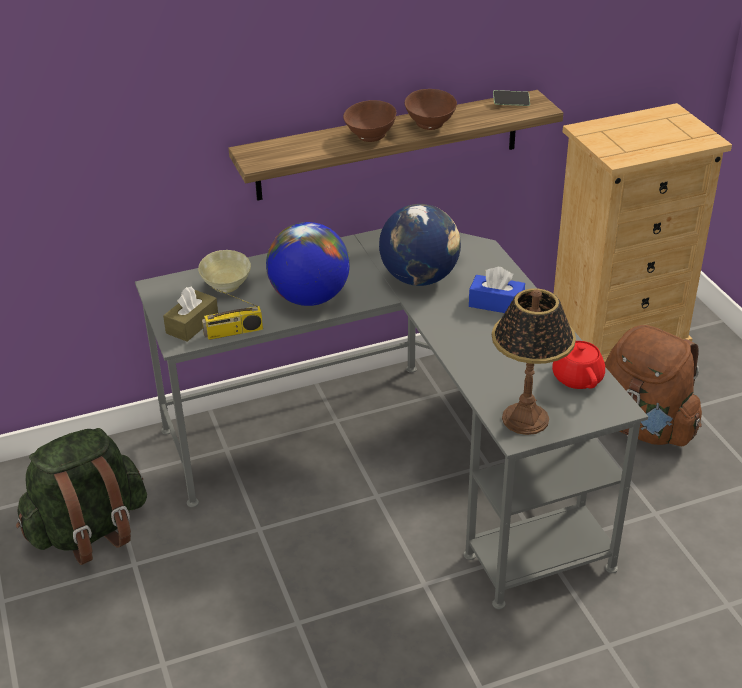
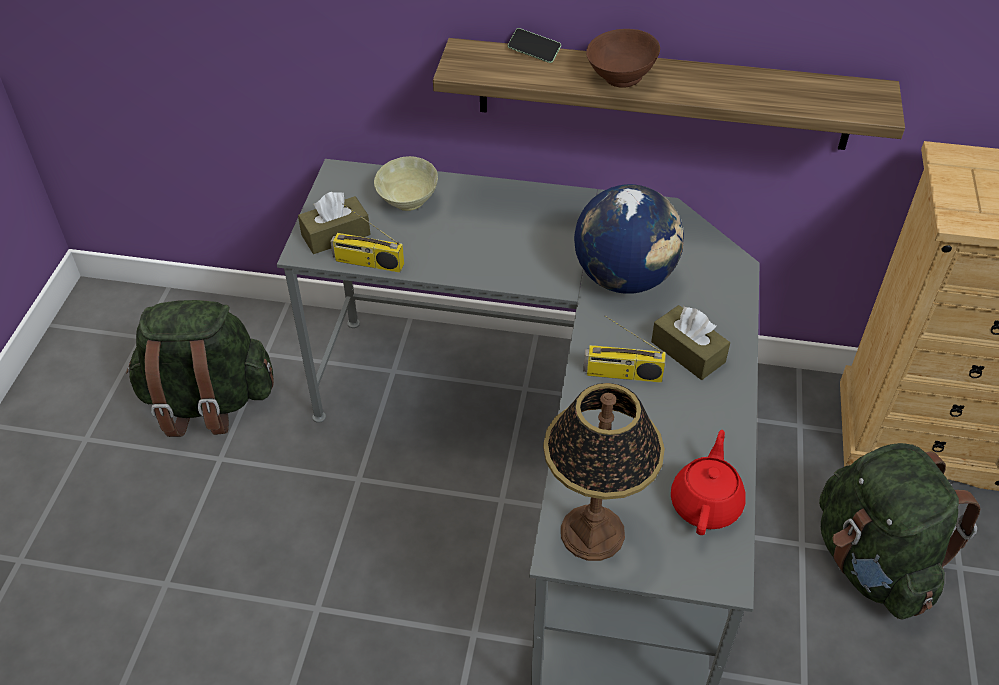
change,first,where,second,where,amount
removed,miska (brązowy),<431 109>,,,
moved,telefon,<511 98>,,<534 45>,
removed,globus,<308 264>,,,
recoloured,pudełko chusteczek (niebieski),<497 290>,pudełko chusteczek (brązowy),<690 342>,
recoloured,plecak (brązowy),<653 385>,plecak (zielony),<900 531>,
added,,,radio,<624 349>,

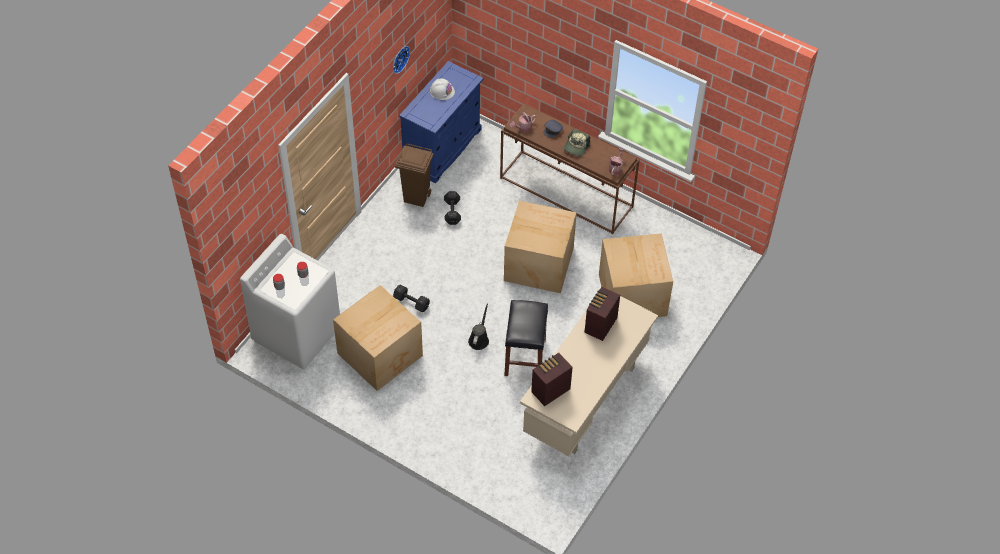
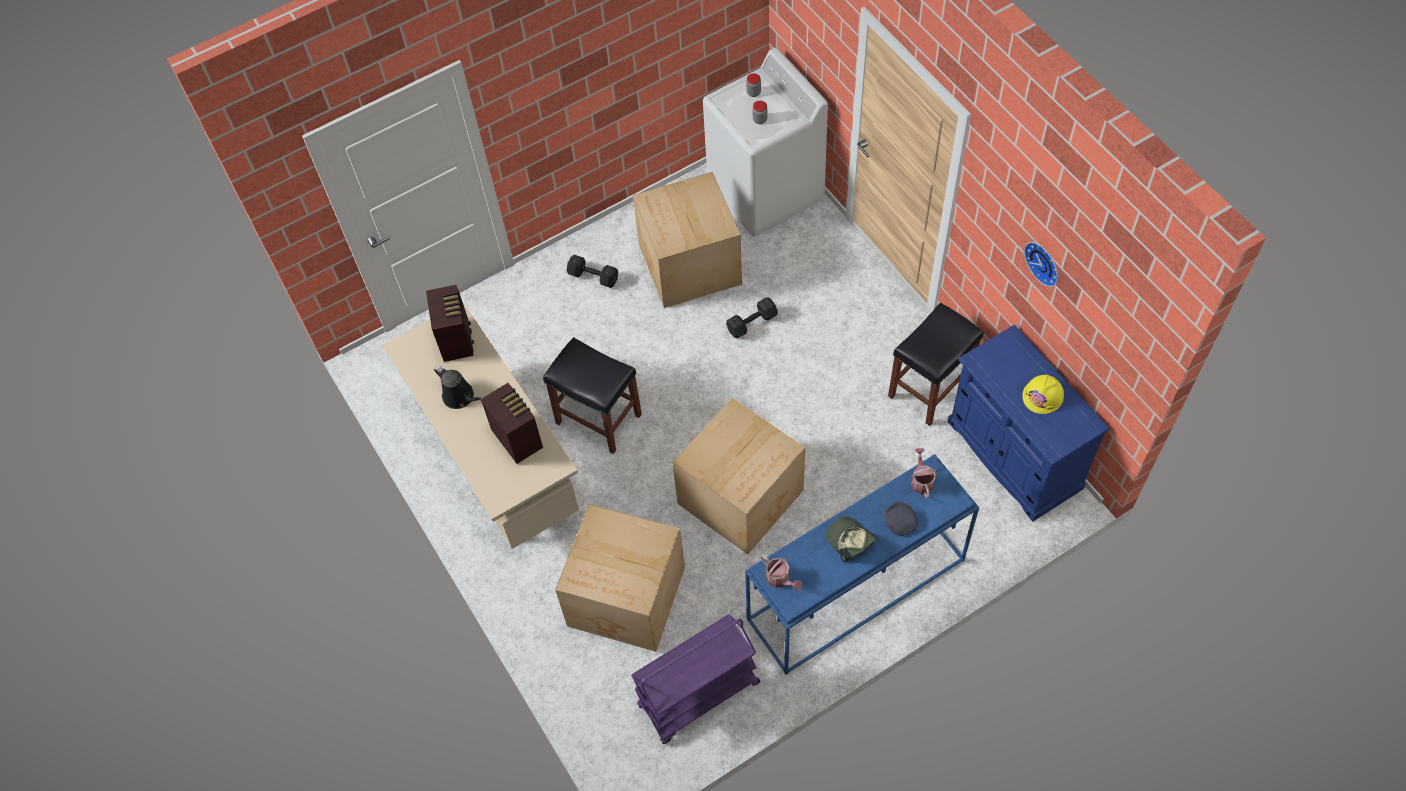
change,first,where,second,where,amount
recoloured,kask (biały),<442 89>,kask (żółty),<1043 394>,
recoloured,stolik konsolowy (brązowy),<570 169>,stolik konsolowy (niebieski),<862 564>,
replaced,kosz na śmieci (brązowy),<414 175>,stołek (czarny),<935 364>,
moved,hantel (czarny),<452 208>,,<592 271>,
moved,konewka (czarny),<478 327>,,<458 387>,
added,,,wózek (fioletowy),<695 679>,

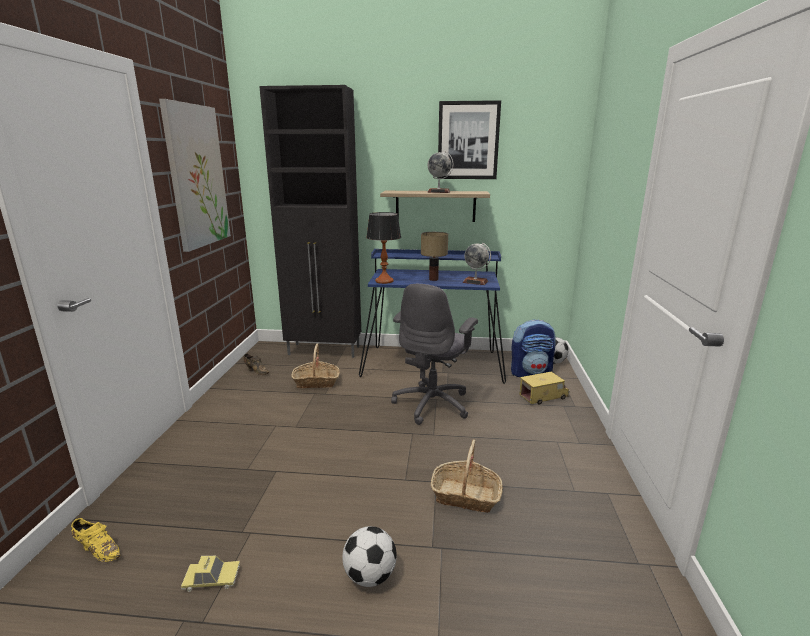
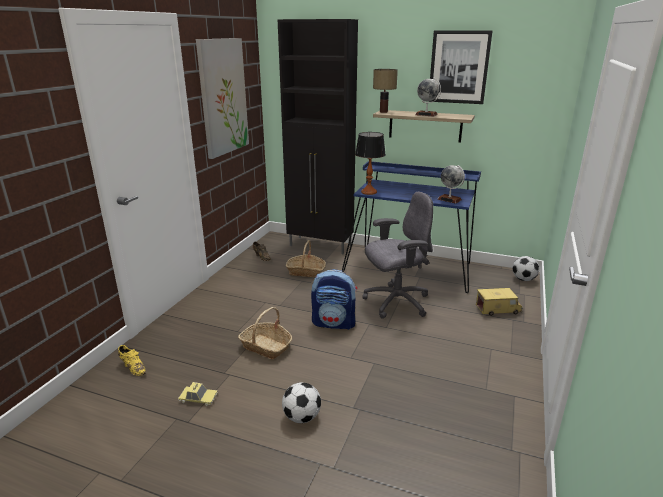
change,first,where,second,where,amount
moved,lampa stołowa,<434 256>,,<385 91>,
turned,krzesło biurowe (szary),<434 354>,,<397 255>,150 degrees counterclockwise
moved,plecak,<533 348>,,<334 299>,
moved,koszyk,<467 476>,,<265 333>,

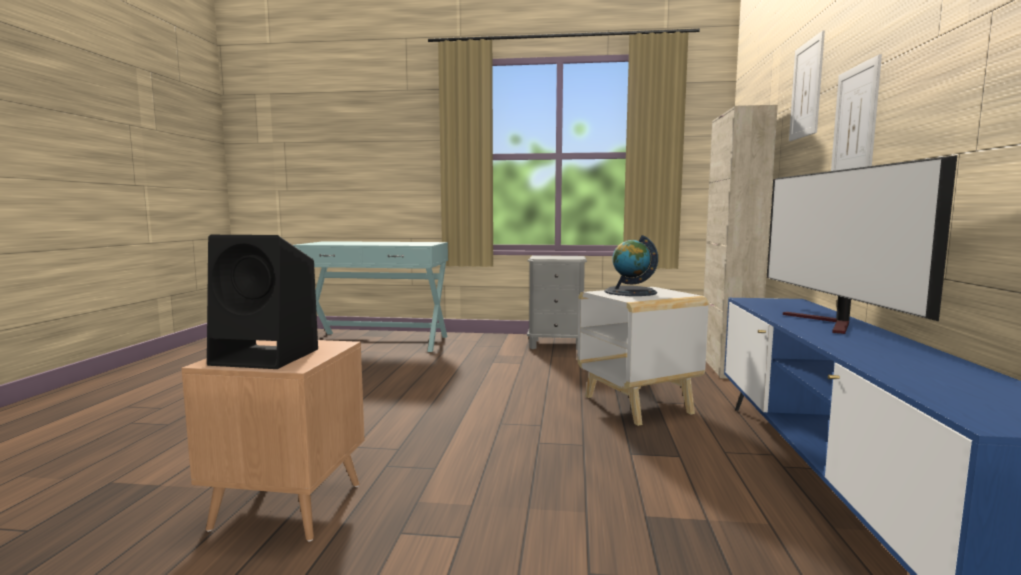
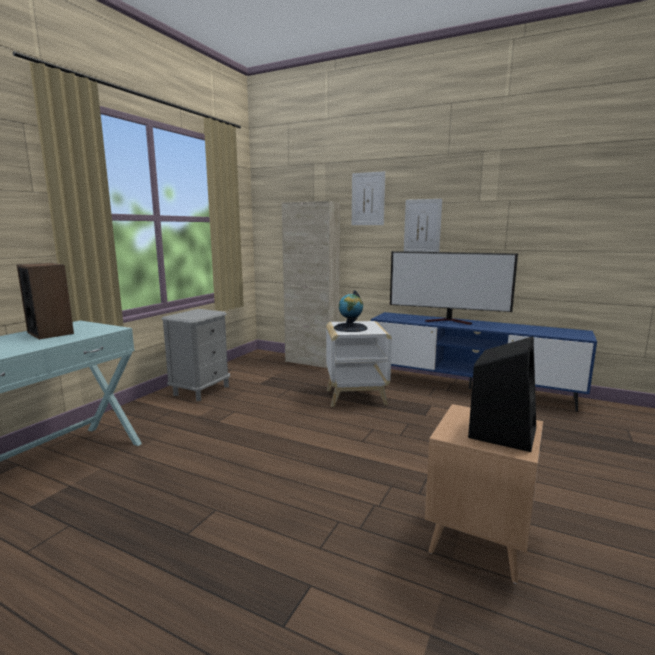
change,first,where,second,where,amount
added,,,głośnik,<45 301>,

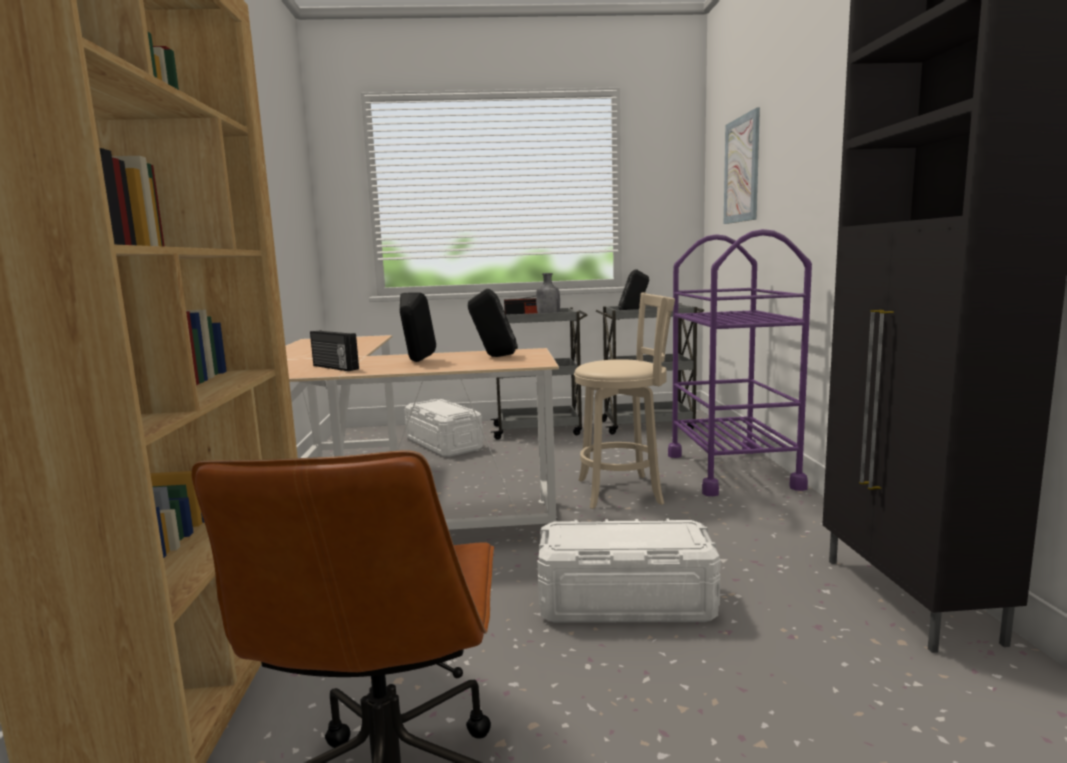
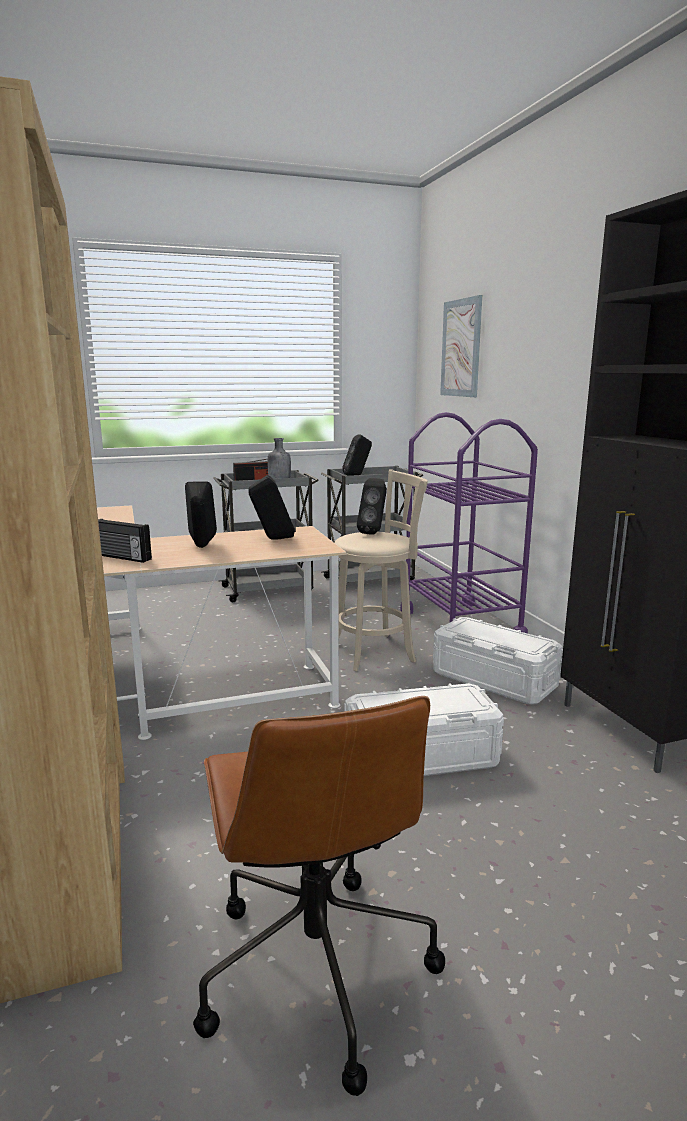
change,first,where,second,where,amount
moved,pojemnik do przechowywania (biały),<443 428>,,<498 660>,
added,,,głośnik (czarny),<372 506>,

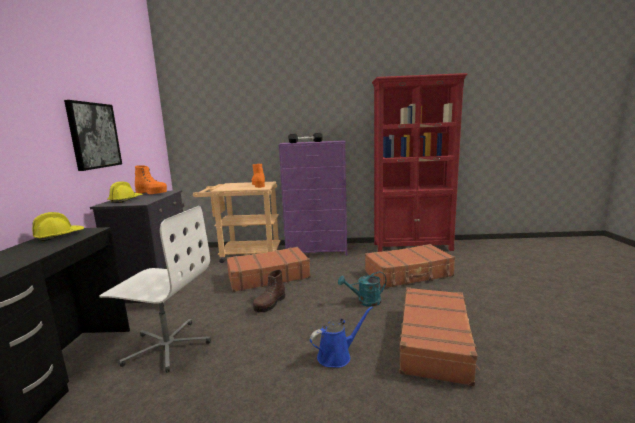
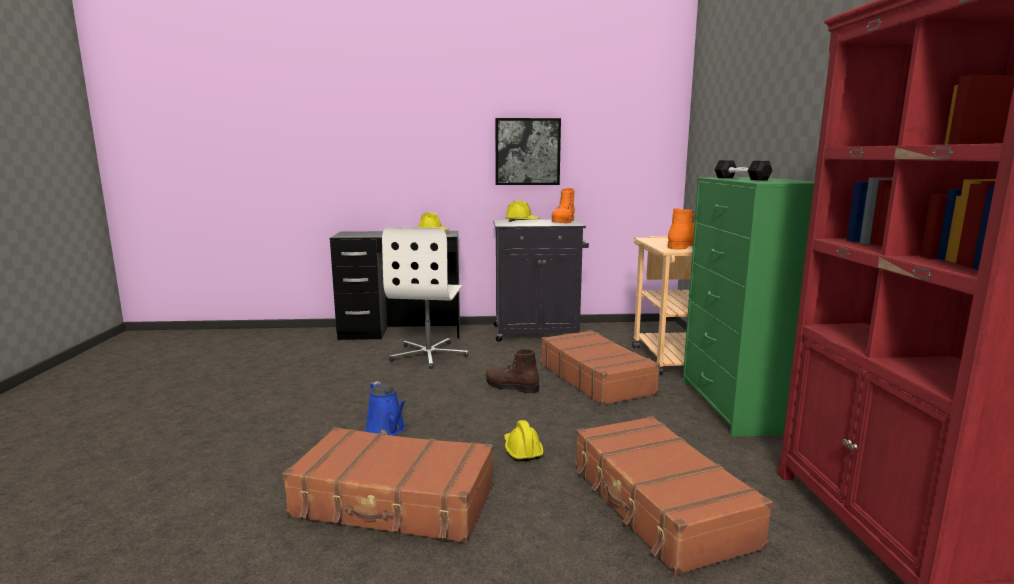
change,first,where,second,where,amount
recoloured,komoda (fioletowy),<312 198>,komoda (zielony),<748 307>,
replaced,konewka (turkusowy),<362 289>,kask (żółty),<524 440>,

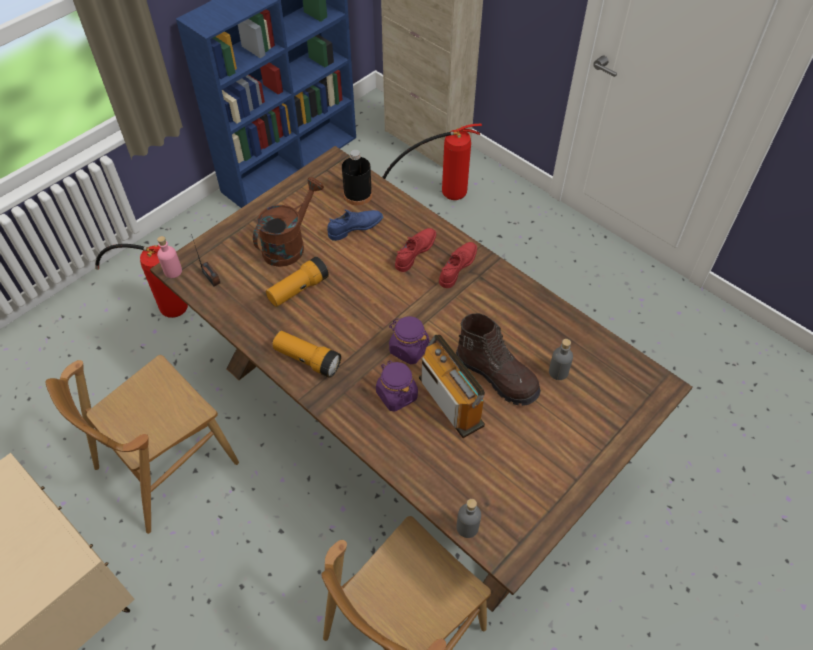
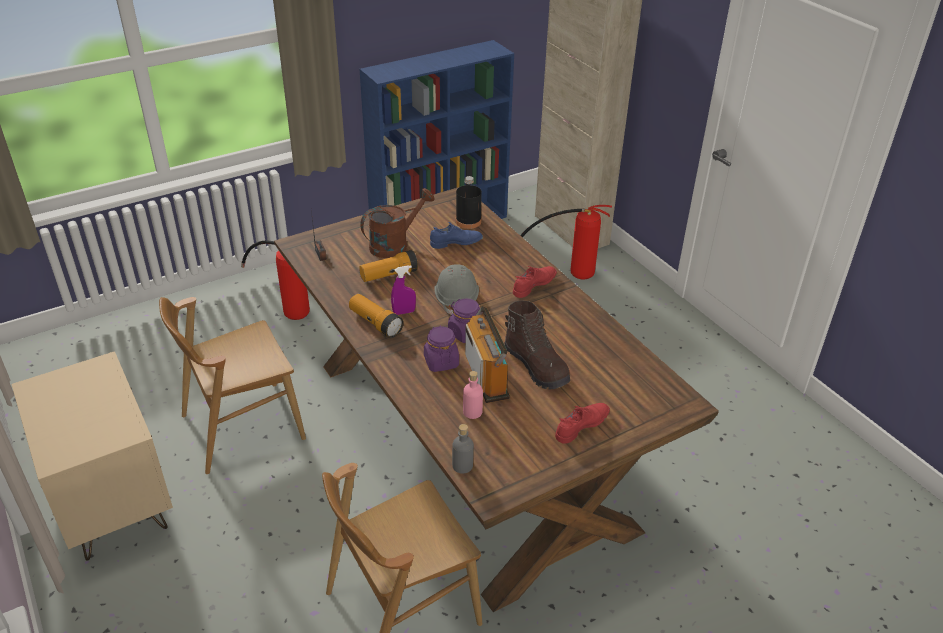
change,first,where,second,where,amount
moved,but (czerwony),<415 250>,,<582 423>,
moved,butelka (różowy),<169 257>,,<473 395>,
removed,butelka (szary),<561 359>,,,
added,,,kask (szary),<456 289>,
added,,,spryskiwacz (fioletowy),<403 290>,

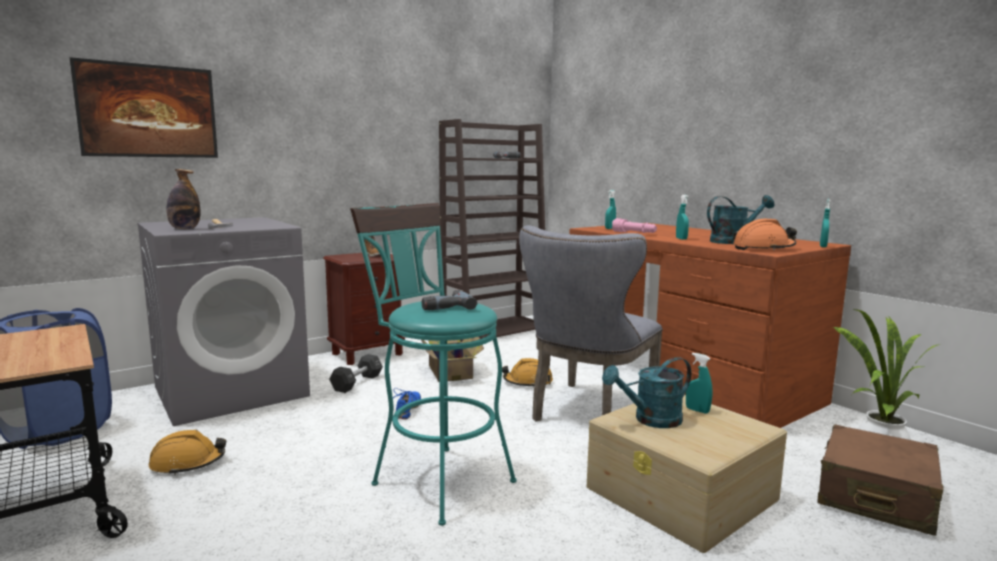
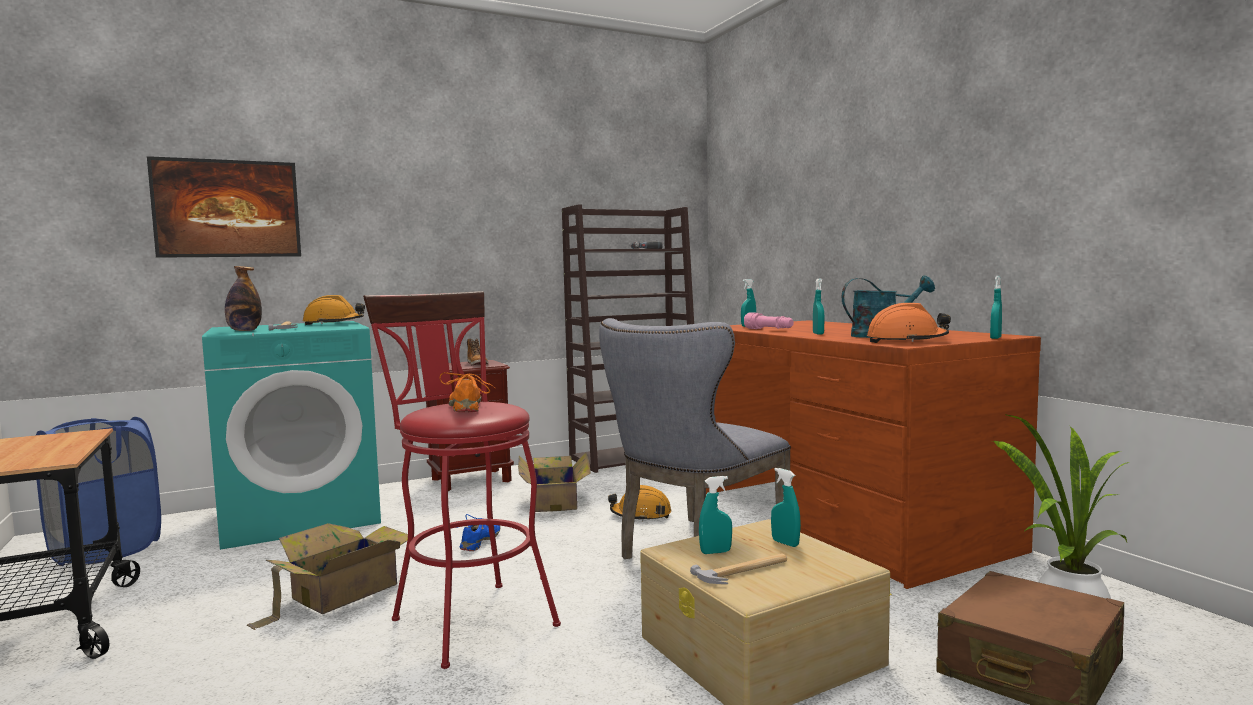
change,first,where,second,where,amount
recoloured,stołek (turkusowy),<433 364>,stołek (czerwony),<462 480>,
recoloured,pralka (szary),<223 321>,pralka (turkusowy),<291 435>,
replaced,wiertarka,<449 300>,but (pomarańczowy),<467 392>,
removed,hantel (czarny),<356 373>,,,
replaced,konewka (turkusowy),<646 392>,spryskiwacz (turkusowy),<715 515>,
moved,kask (pomarańczowy),<187 452>,,<333 310>,
added,,,karton,<327 576>,
added,,,młotek,<738 568>,

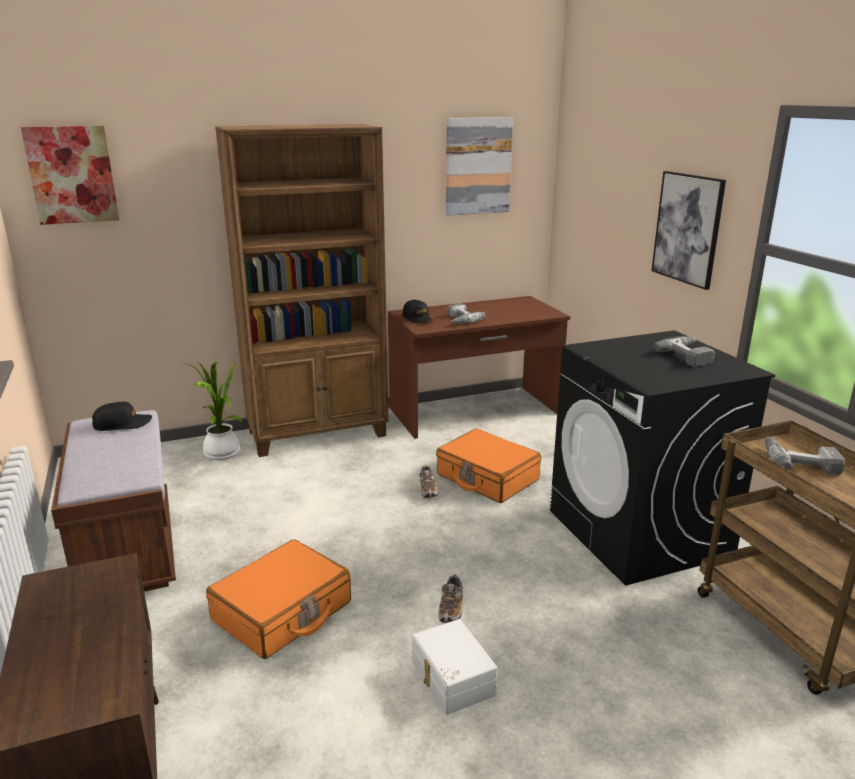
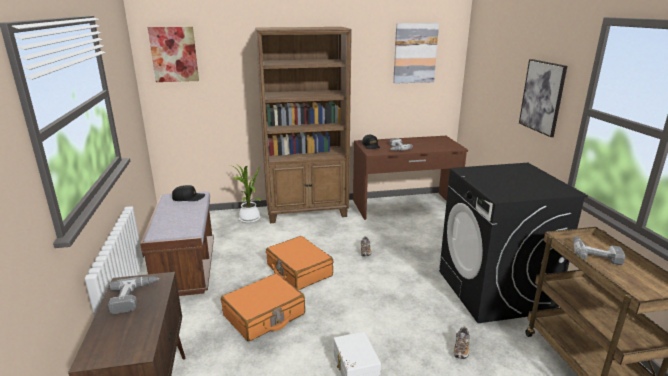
change,first,where,second,where,amount
moved,wiertarka,<684 352>,,<133 295>,
moved,walizka (pomarańczowy),<488 466>,,<300 263>,
moved,but,<450 599>,,<462 342>,

